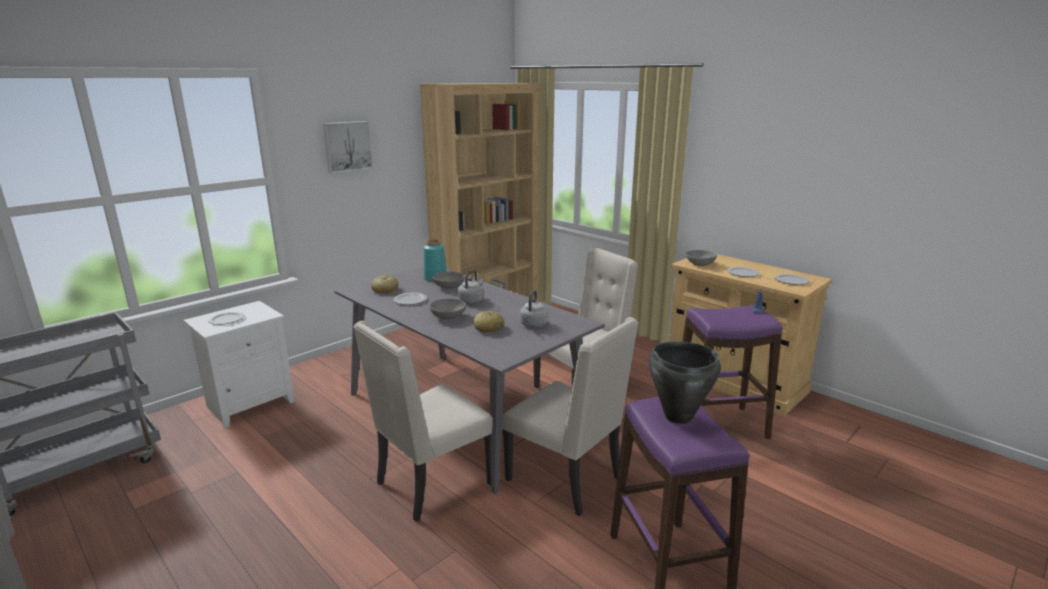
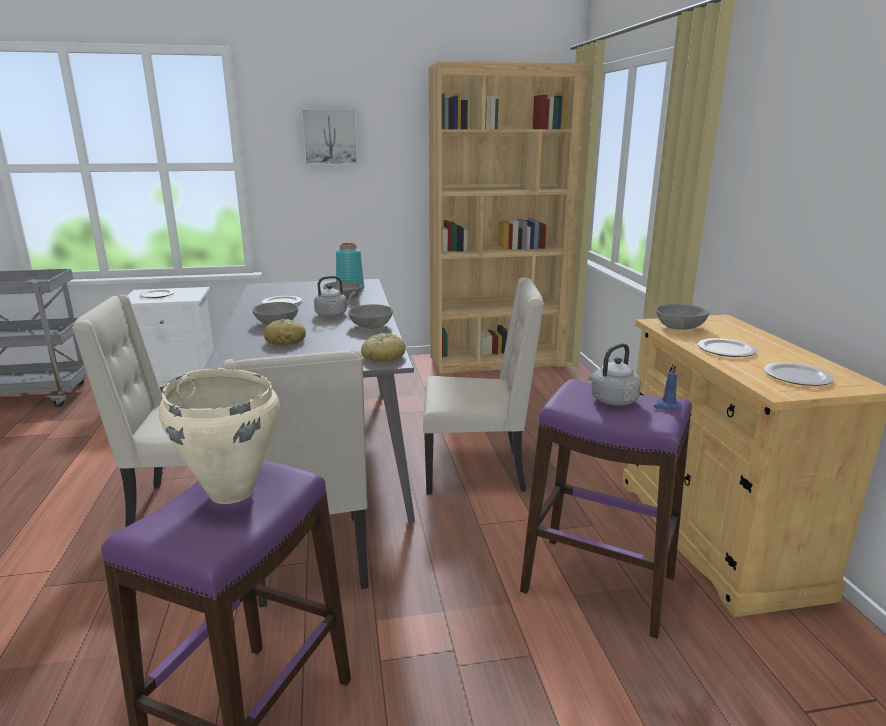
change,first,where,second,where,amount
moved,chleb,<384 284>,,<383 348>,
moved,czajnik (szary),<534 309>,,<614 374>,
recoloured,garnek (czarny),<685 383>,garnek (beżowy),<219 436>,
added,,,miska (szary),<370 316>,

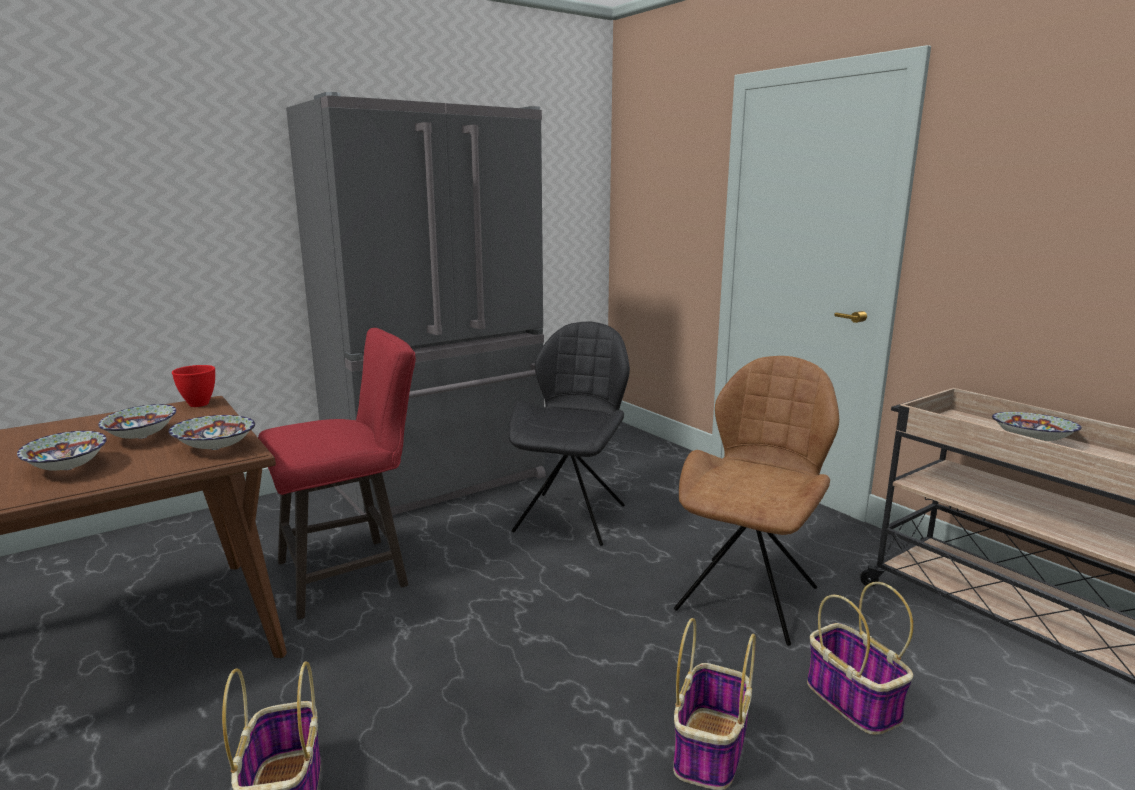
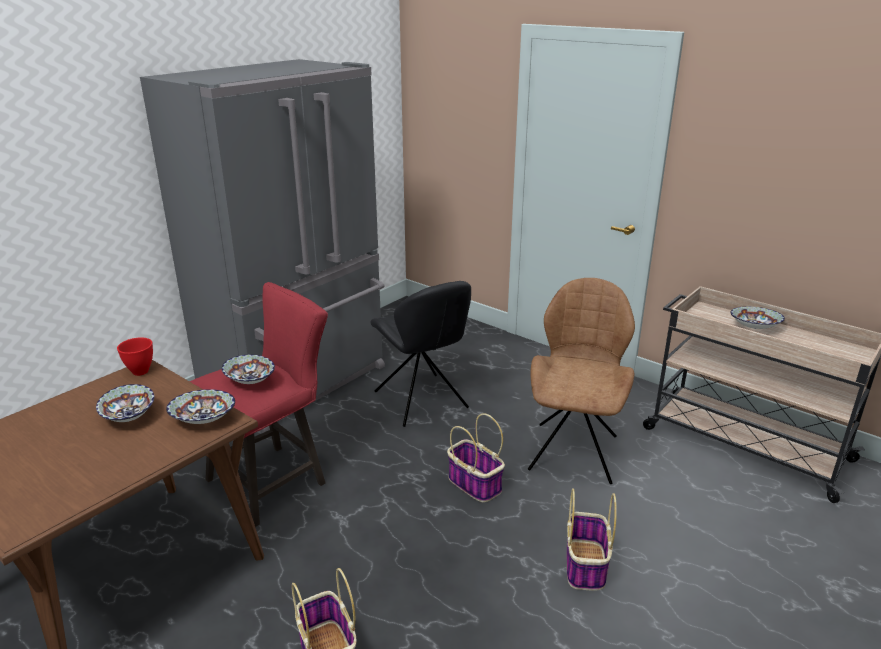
change,first,where,second,where,amount
turned,krzesło (czarny),<569 434>,,<421 354>,150 degrees clockwise
moved,miska,<62 451>,,<248 369>,
moved,koszyk,<860 658>,,<476 457>,

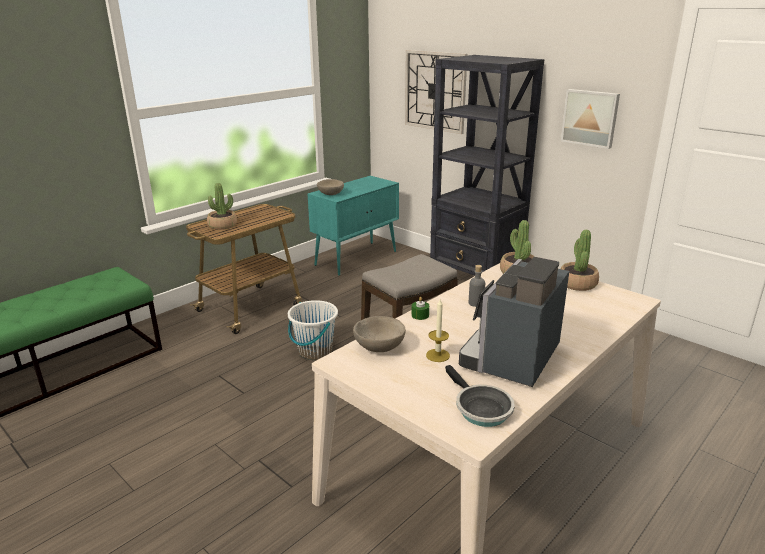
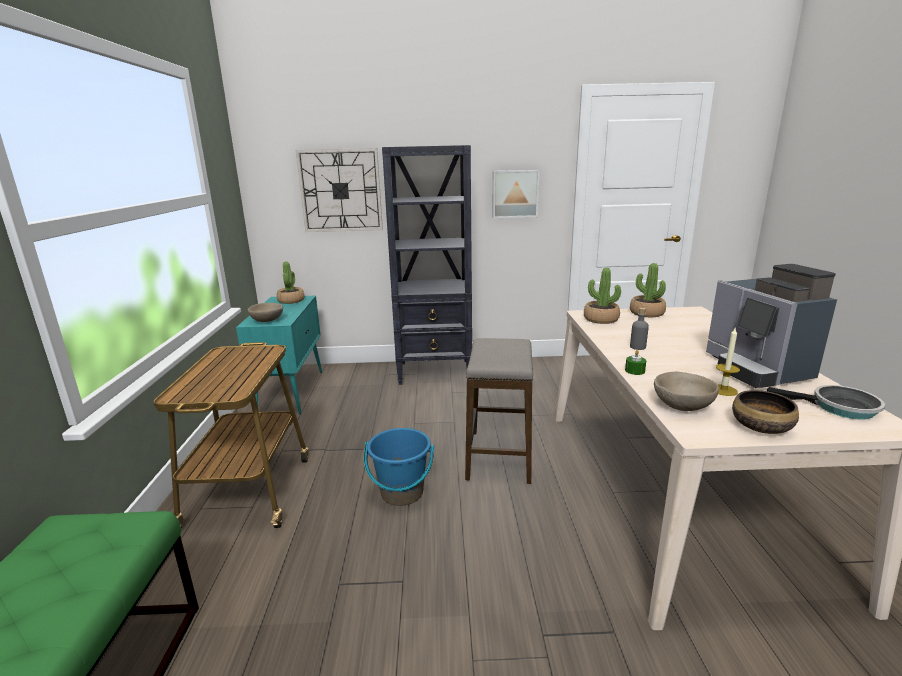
change,first,where,second,where,amount
moved,roślina doniczkowa,<222 206>,,<290 282>,
recoloured,wiadro (biały),<313 330>,wiadro (niebieski),<399 467>,
added,,,miska,<765 412>,

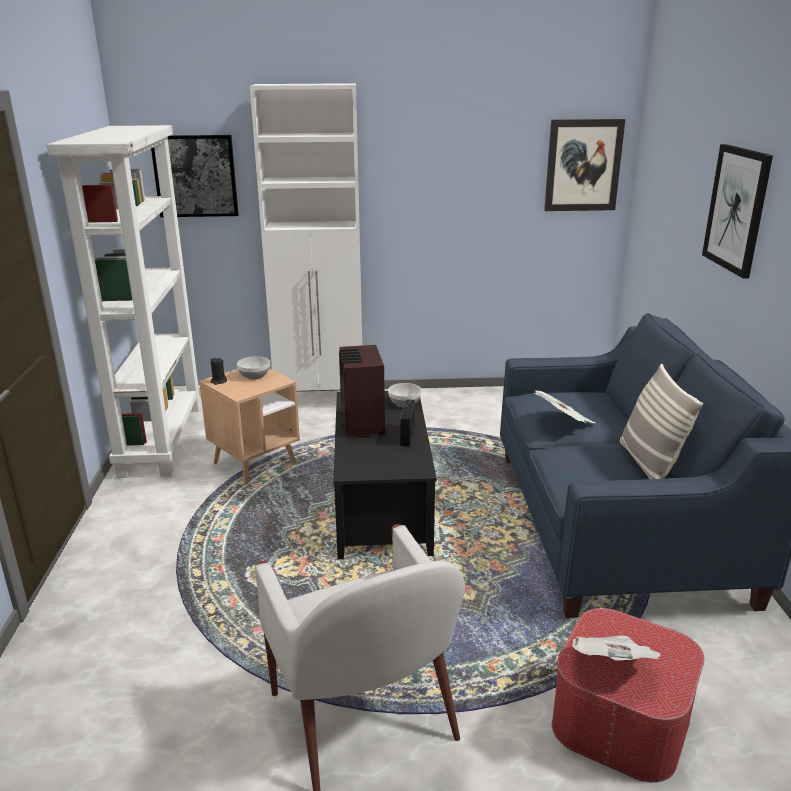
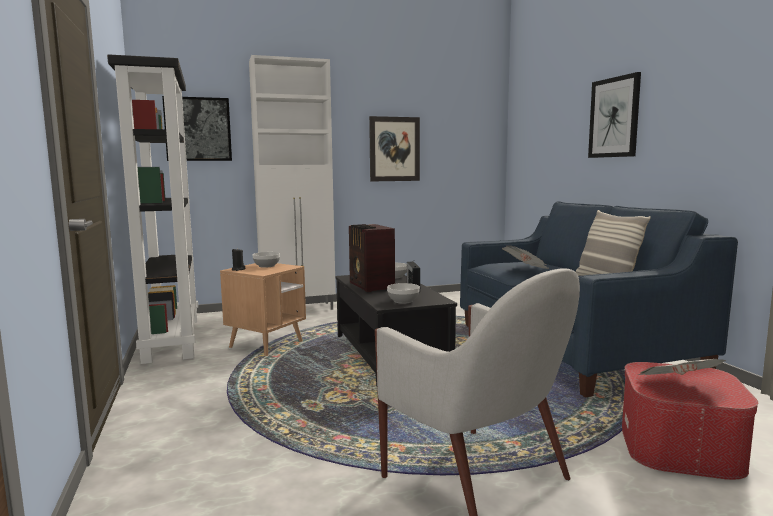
change,first,where,second,where,amount
moved,obraz,<584 165>,,<394 148>,
recoloured,regał (biały),<124 301>,regał (czarny),<152 209>,
added,,,miska,<403 293>,

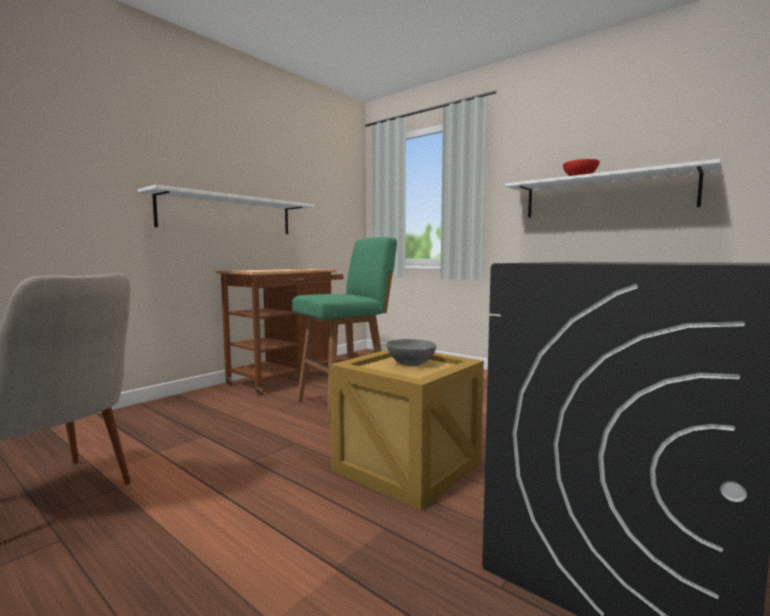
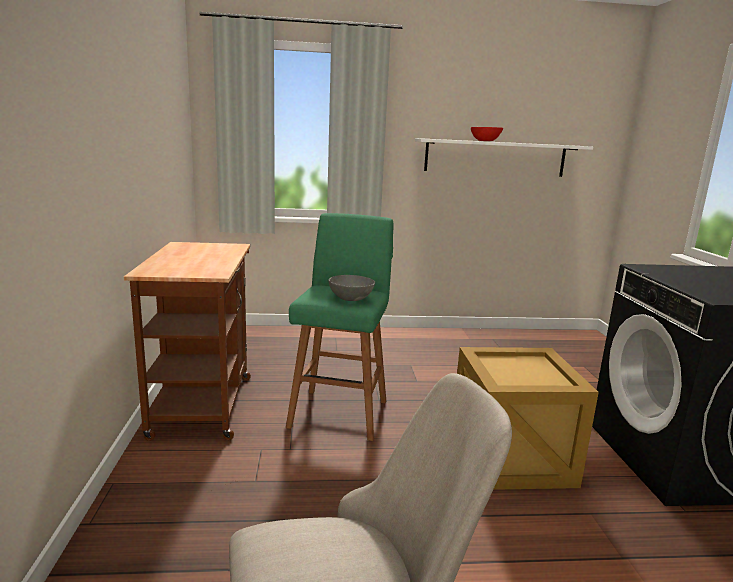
change,first,where,second,where,amount
removed,półka (biały),<226 209>,,,
moved,miska (szary),<411 352>,,<352 288>,

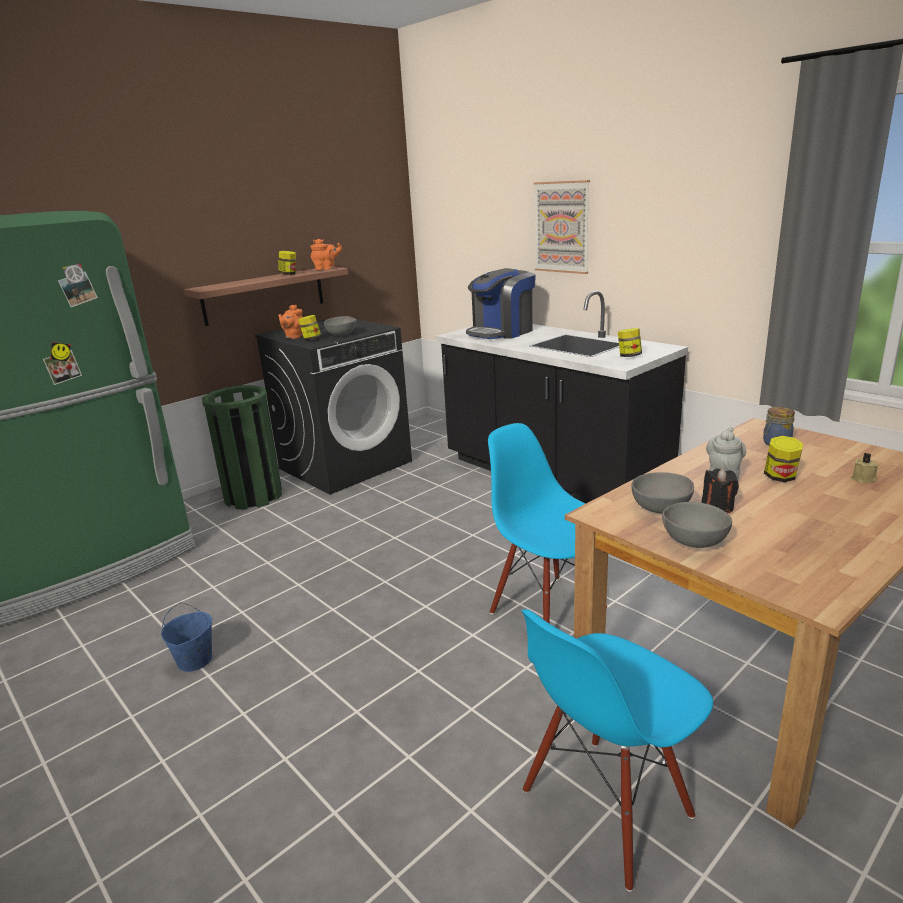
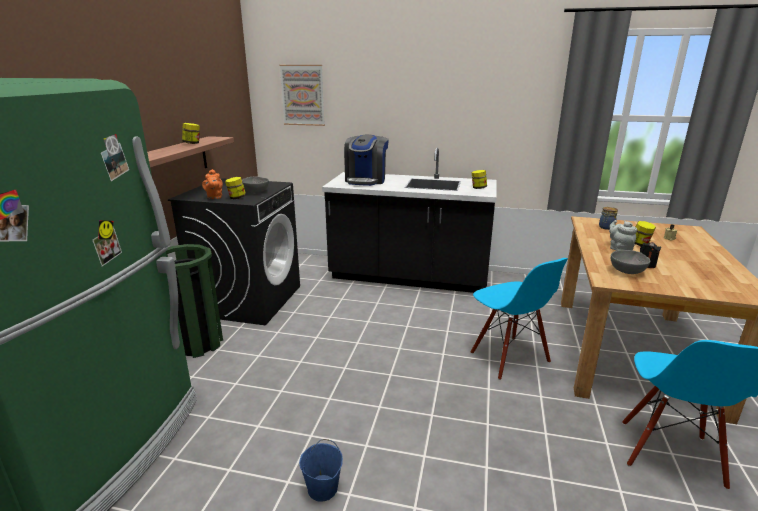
change,first,where,second,where,amount
moved,obraz,<562 227>,,<302 95>,
removed,imbryk (pomarańczowy),<326 254>,,,
turned,krzesło (niebieski),<547 523>,,<519 319>,135 degrees counterclockwise
removed,miska (szary),<697 525>,,,

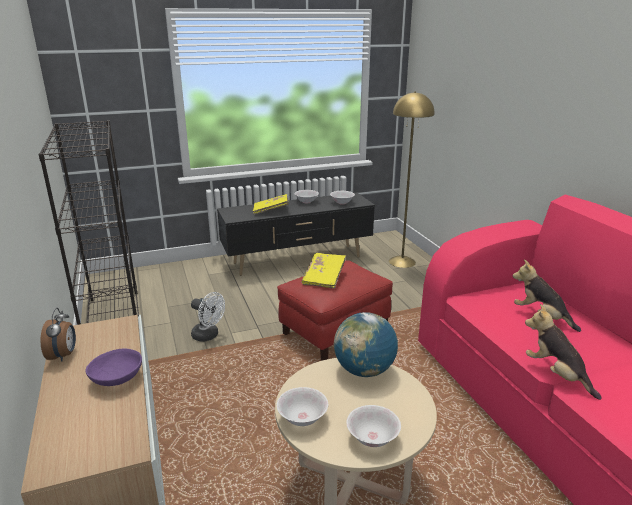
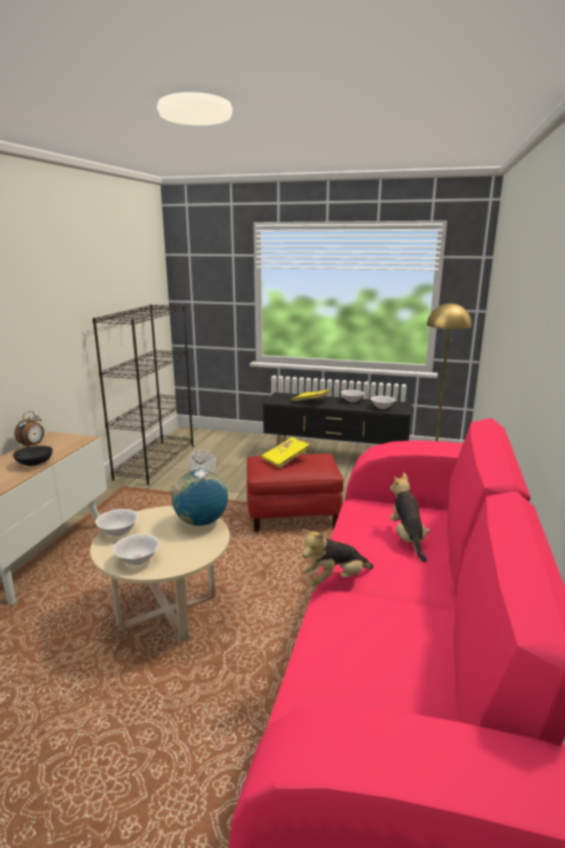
change,first,where,second,where,amount
turned,pluszak,<563 352>,,<338 558>,120 degrees counterclockwise
recoloured,miska (fioletowy),<113 367>,miska (czarny),<33 456>,

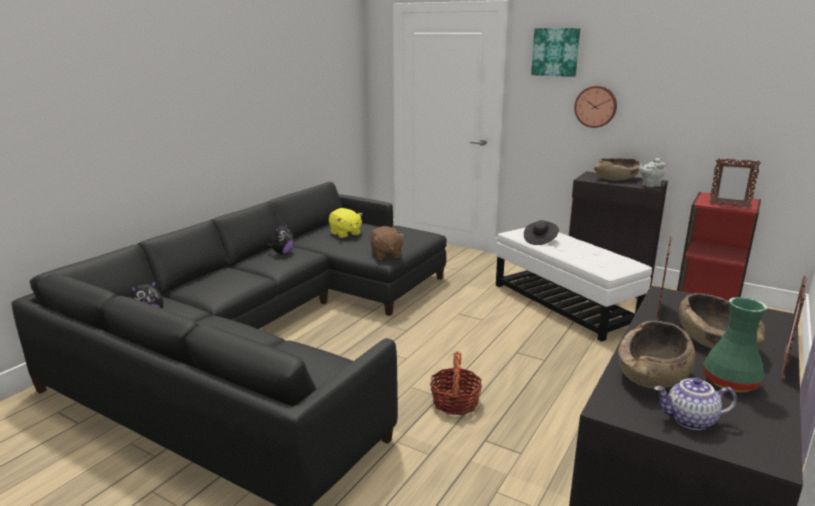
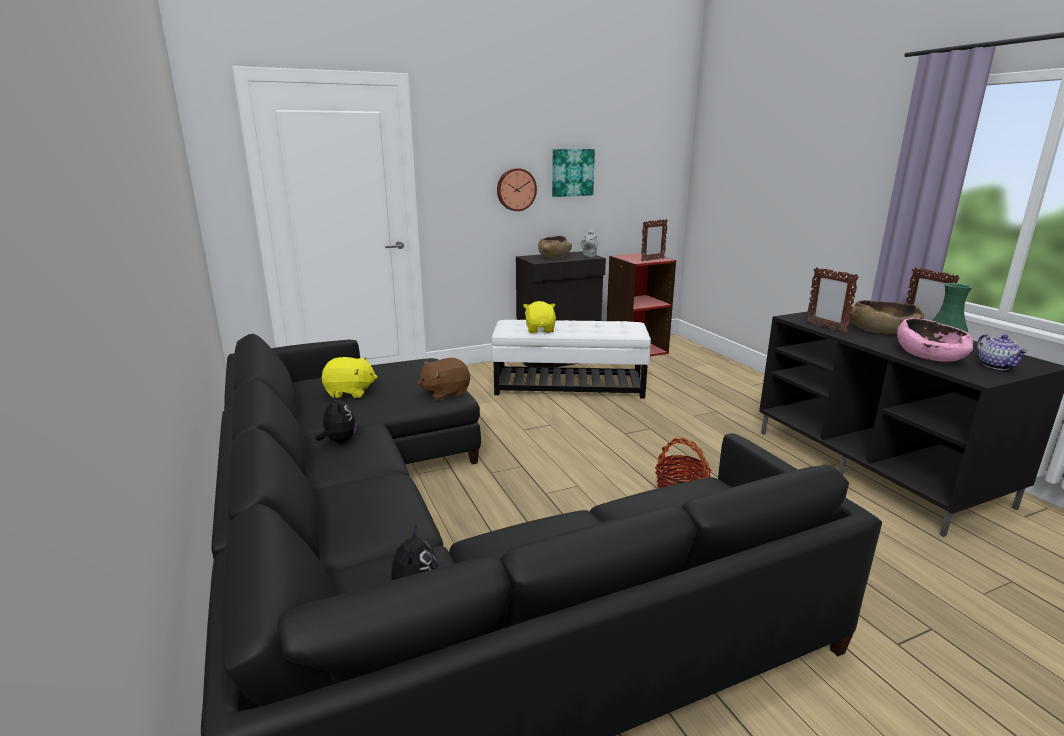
change,first,where,second,where,amount
moved,obraz,<555 52>,,<573 173>,
replaced,kapelusz (czarny),<541 232>,pluszak (żółty),<539 317>,
turned,pluszak (brązowy),<387 243>,,<443 379>,135 degrees clockwise
recoloured,miska (brązowy),<656 354>,miska (różowy),<935 340>,
turned,imbryk,<695 404>,,<1002 352>,45 degrees counterclockwise

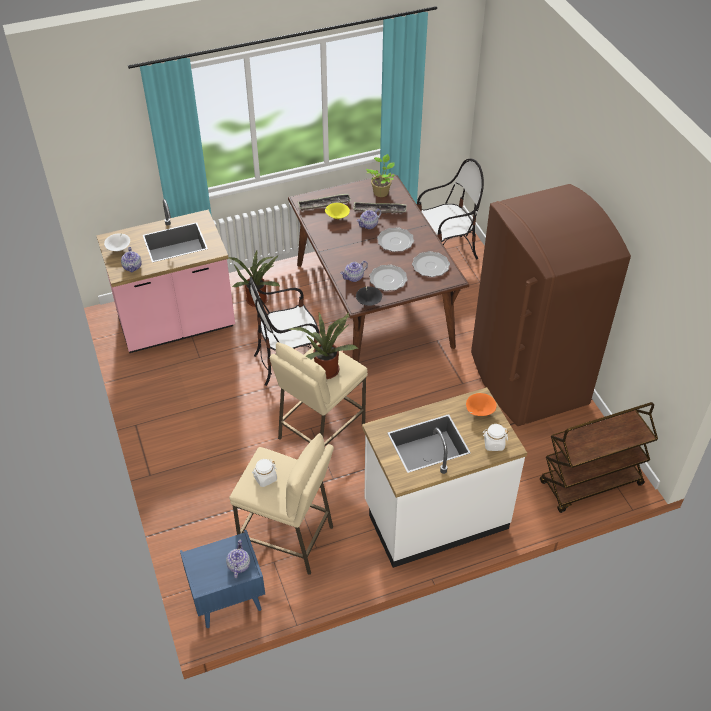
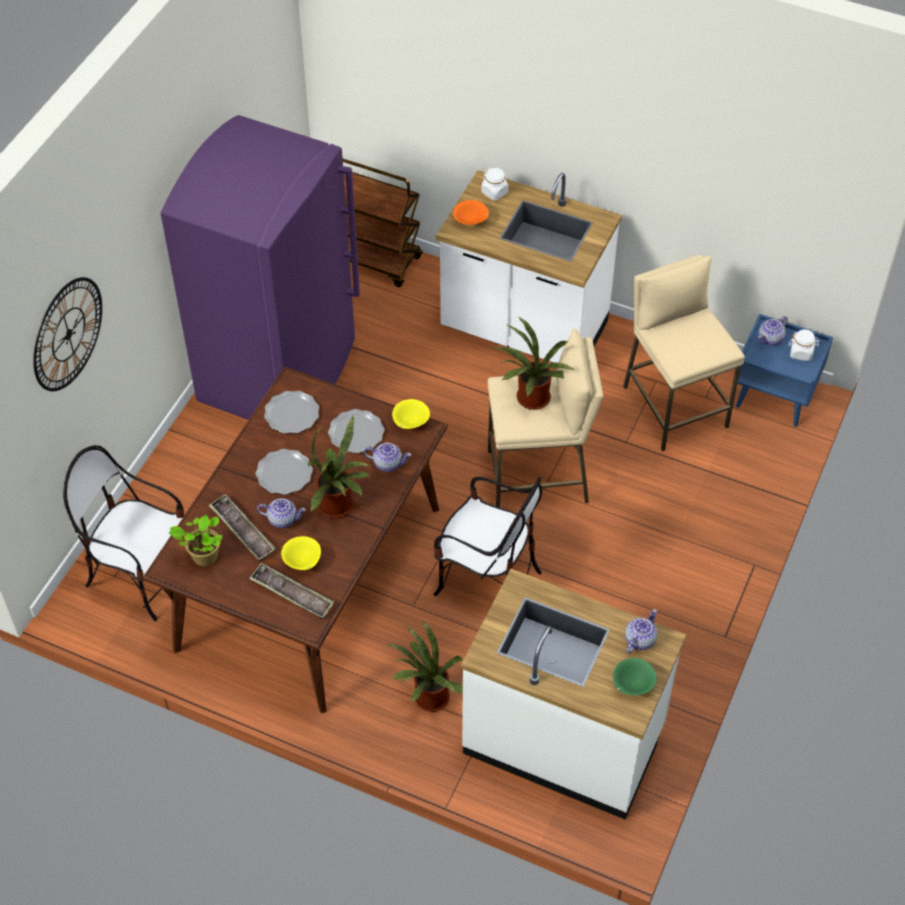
change,first,where,second,where,amount
recoloured,lodówka (brązowy),<551 305>,lodówka (fioletowy),<260 267>,
recoloured,zabudowa kuchenna (różowy),<165 276>,zabudowa kuchenna (biały),<574 694>,
recoloured,miska (biały),<117 242>,miska (zielony),<634 676>,
recoloured,miska (czarny),<369 296>,miska (żółty),<411 414>,
moved,słoik (biały),<264 473>,,<804 345>,
added,,,zegar ścienny,<67 334>,
added,,,roślina doniczkowa,<340 466>,

